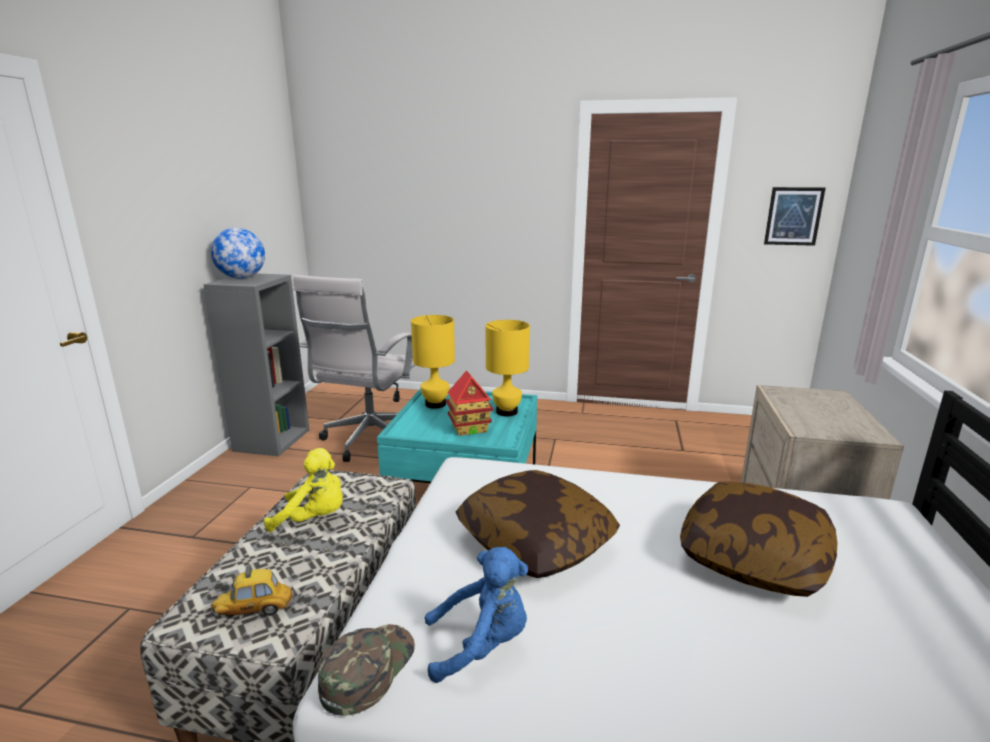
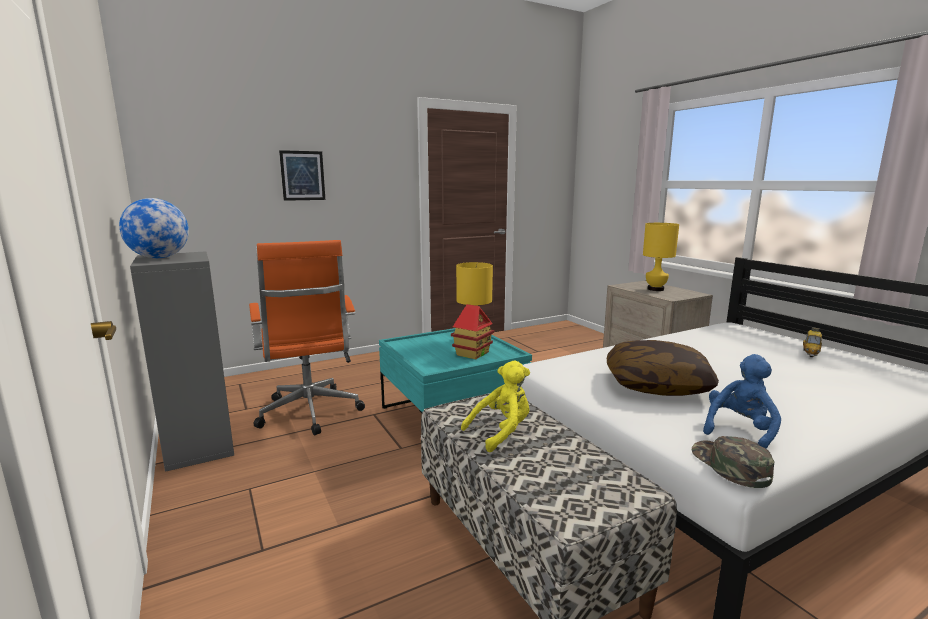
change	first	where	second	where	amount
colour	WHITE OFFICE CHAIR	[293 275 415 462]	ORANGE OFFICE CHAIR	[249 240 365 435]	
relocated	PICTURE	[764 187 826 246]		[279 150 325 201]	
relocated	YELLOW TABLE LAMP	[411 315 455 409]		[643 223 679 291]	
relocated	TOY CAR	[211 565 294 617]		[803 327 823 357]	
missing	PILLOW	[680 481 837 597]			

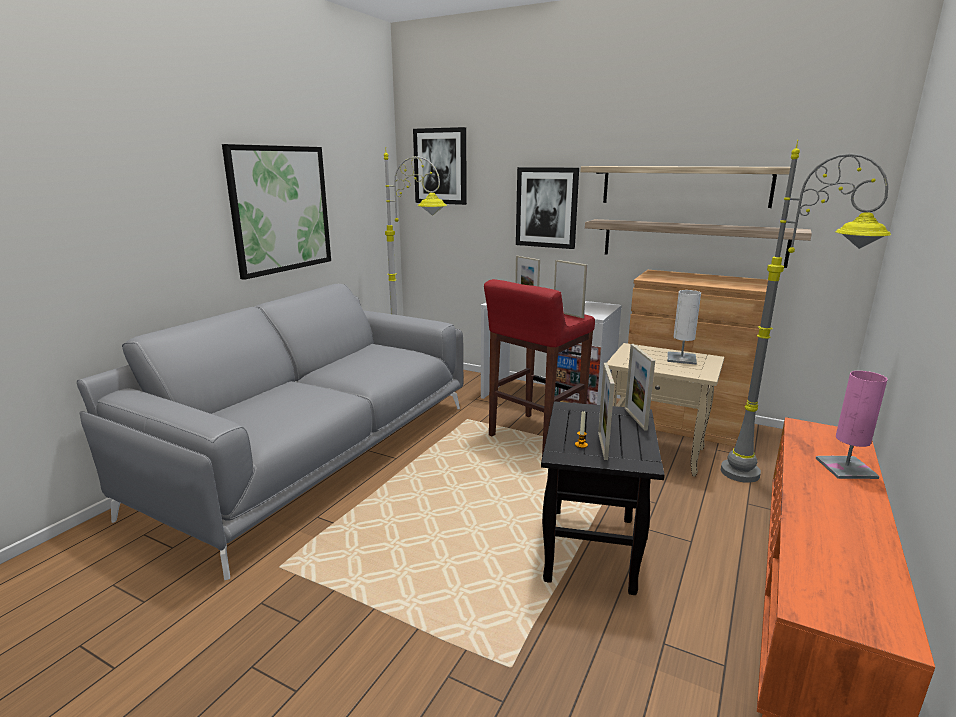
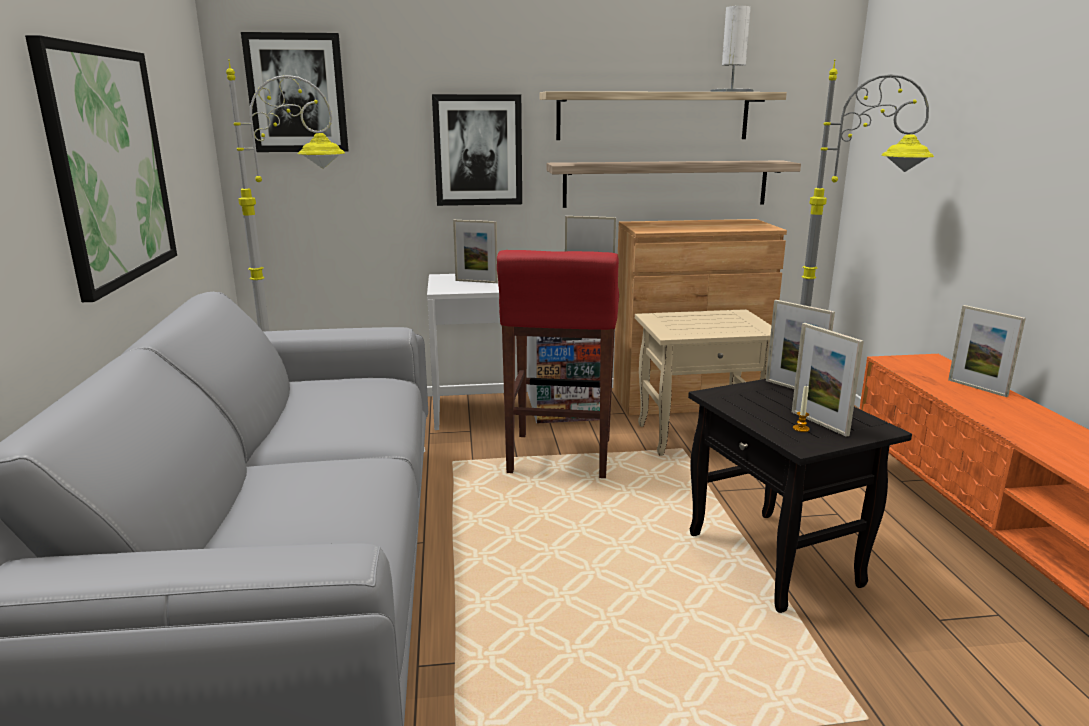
change	first	where	second	where	amount
relocated	WHITE TABLE LAMP	[667 290 701 365]		[711 6 754 92]	
exchanged	PINK TABLE LAMP	[816 371 888 479]	PICTURE FRAME	[948 305 1026 397]	

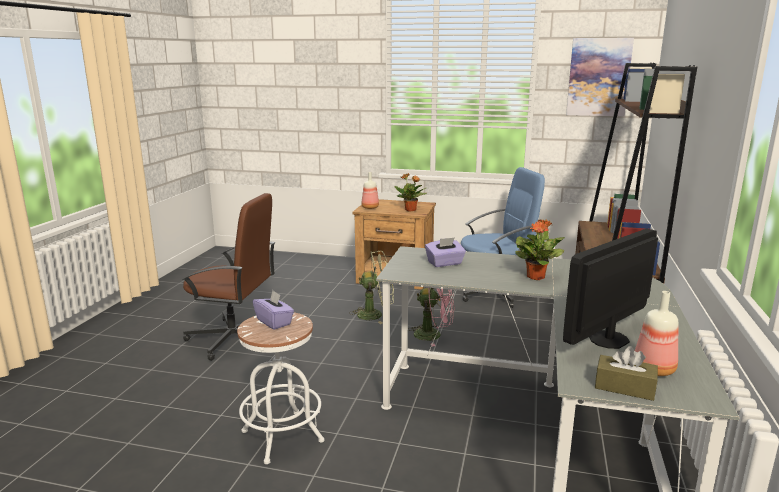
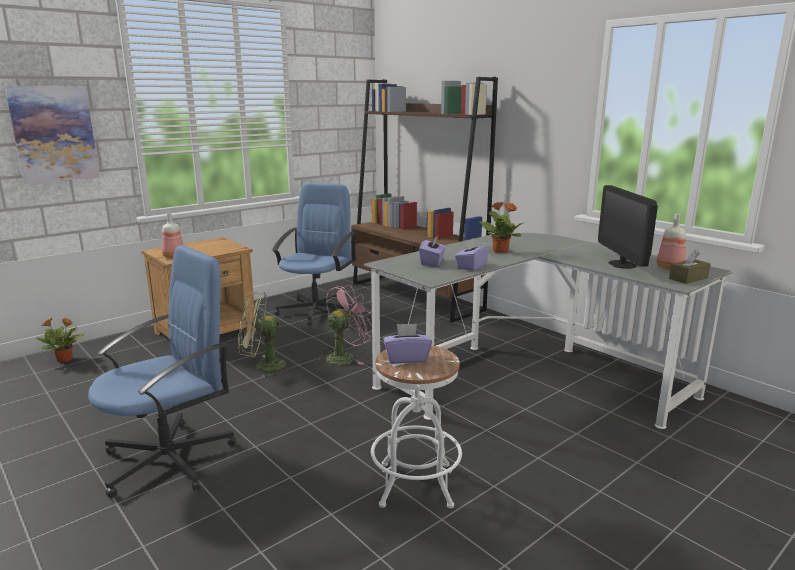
change	first	where	second	where	amount
relocated	PICTURE	[566 38 634 116]		[5 86 100 184]	
relocated	POTTED PLANT	[394 173 427 212]		[36 318 84 363]	
colour	BROWN OFFICE CHAIR	[182 193 275 361]	BLUE OFFICE CHAIR	[88 245 236 498]	
spun	GREEN FAN	[349 251 394 324]		[238 292 293 377]	120 degrees counterclockwise
appeared			PURPLE TISSUE BOX	[455 238 489 271]	

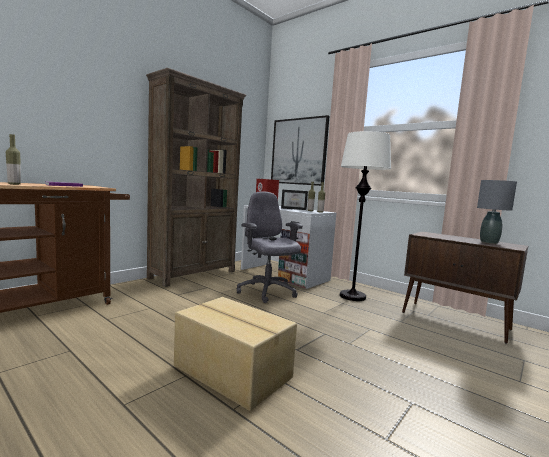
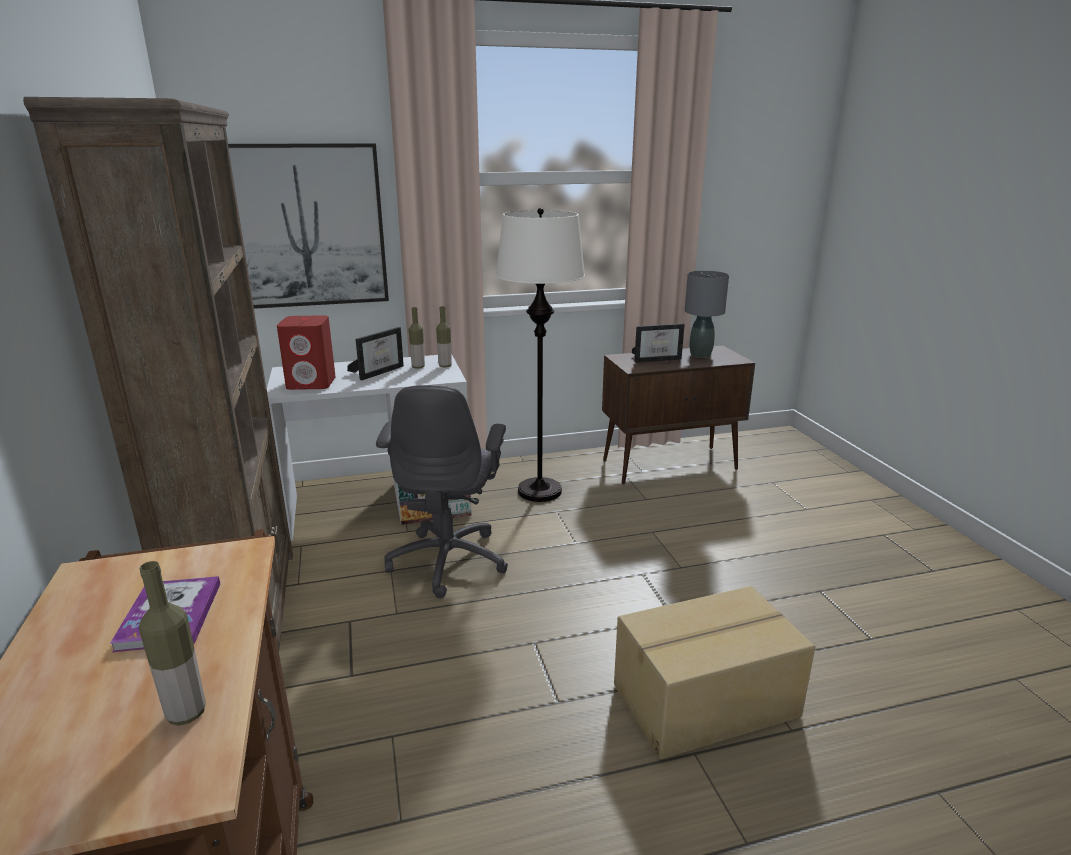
change	first	where	second	where	amount
spun	GREY OFFICE CHAIR	[237 191 303 303]		[376 385 508 599]	90 degrees counterclockwise
appeared			PICTURE FRAME	[632 323 685 363]	

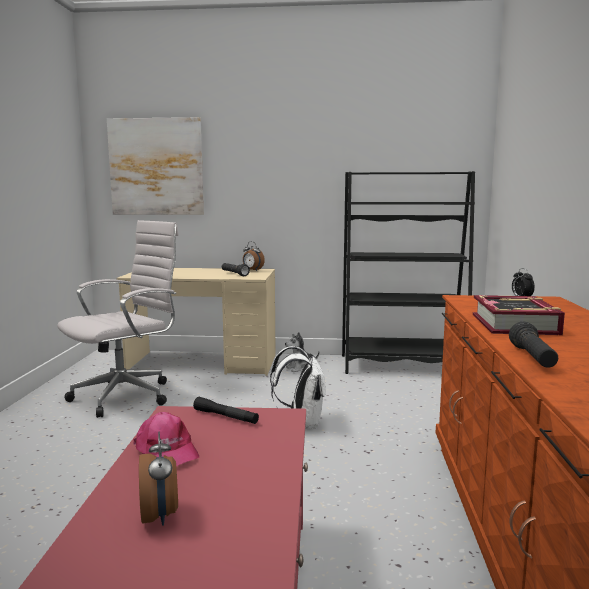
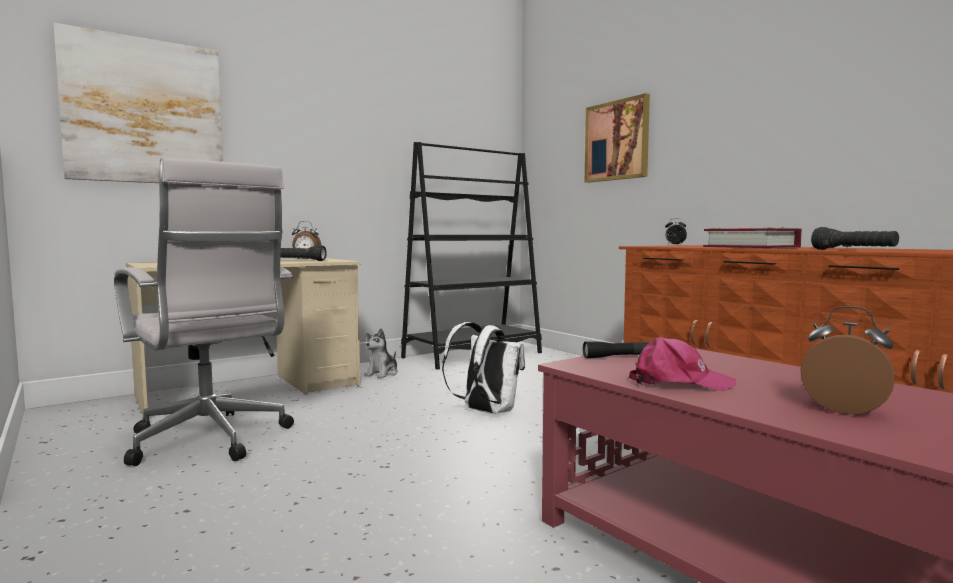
change	first	where	second	where	amount
spun	WHITE OFFICE CHAIR	[57 220 179 418]		[114 157 294 466]	135 degrees clockwise
appeared			PICTURE	[585 93 650 183]	

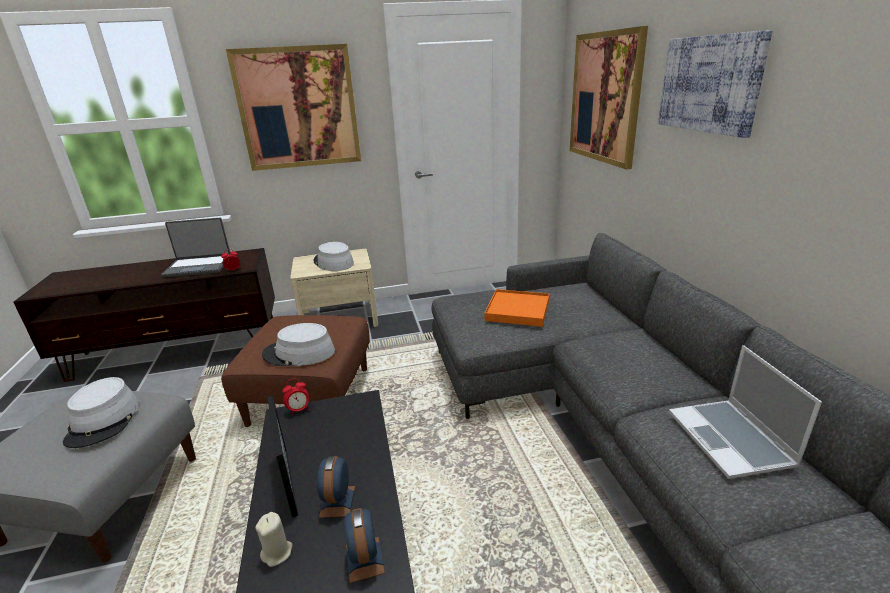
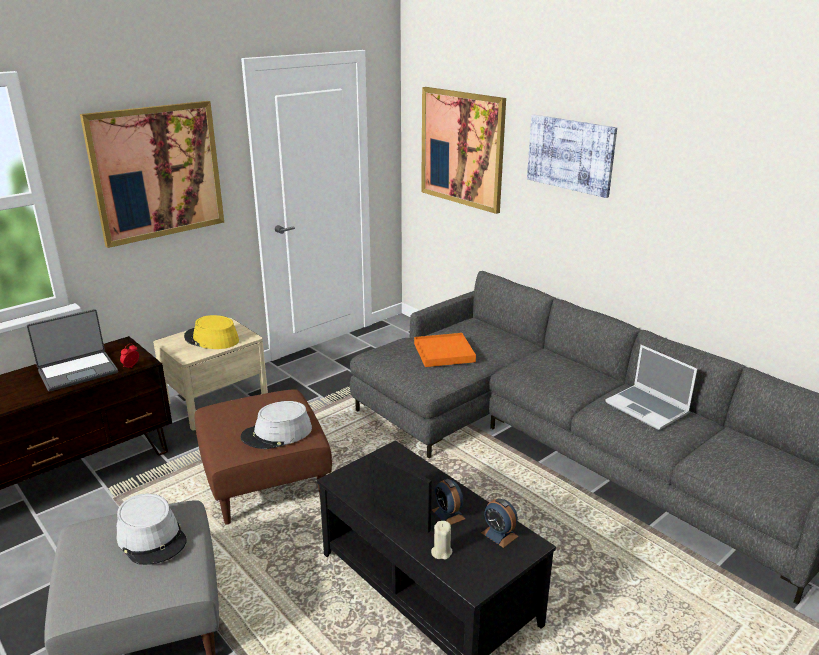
change	first	where	second	where	amount
colour	GREY HAT	[314 242 354 271]	YELLOW HAT	[184 315 239 349]	
missing	ALARM CLOCK	[282 378 309 416]			

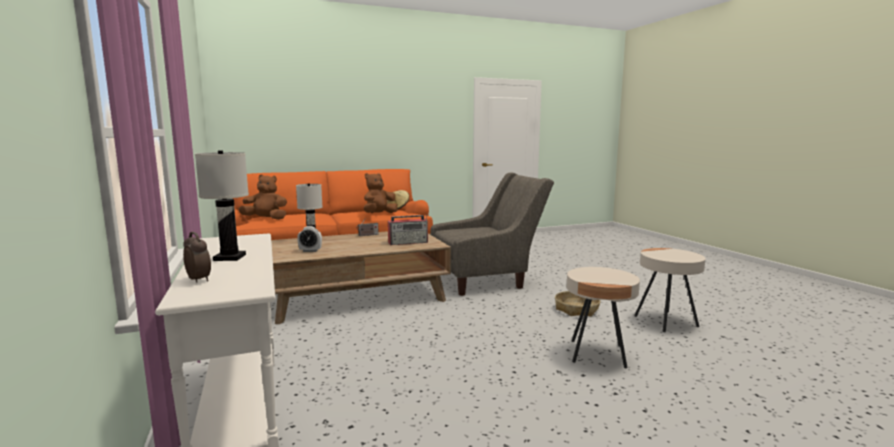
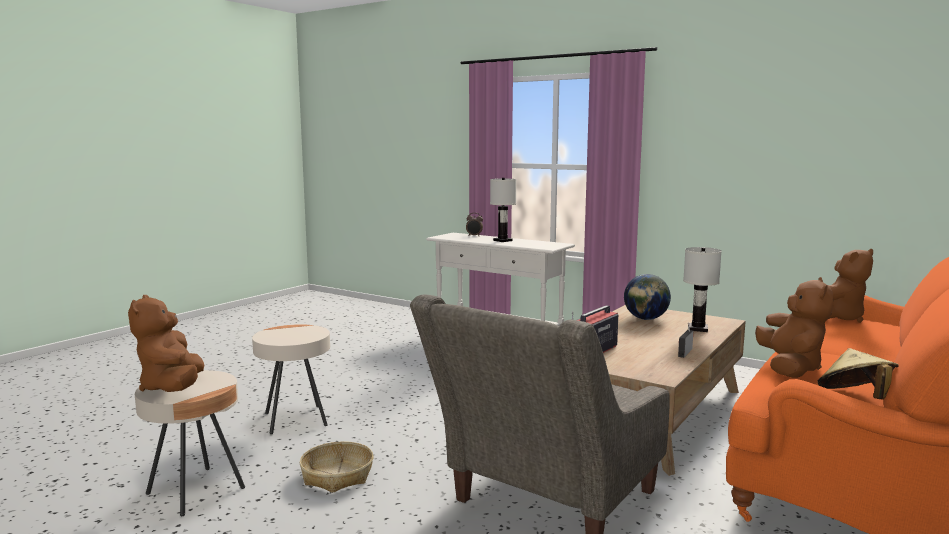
change	first	where	second	where	amount
appeared			BROWN PLUSH TOY	[128 295 204 392]	
exchanged	ALARM CLOCK	[297 226 322 252]	GLOBE	[624 274 671 320]	

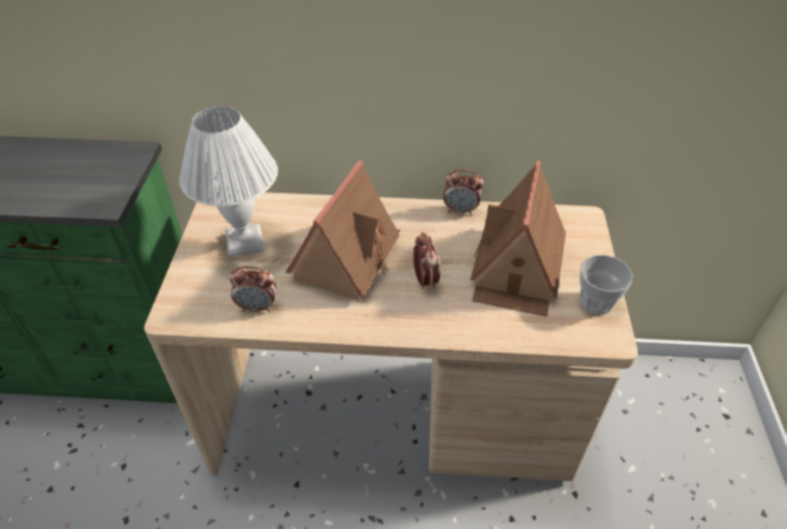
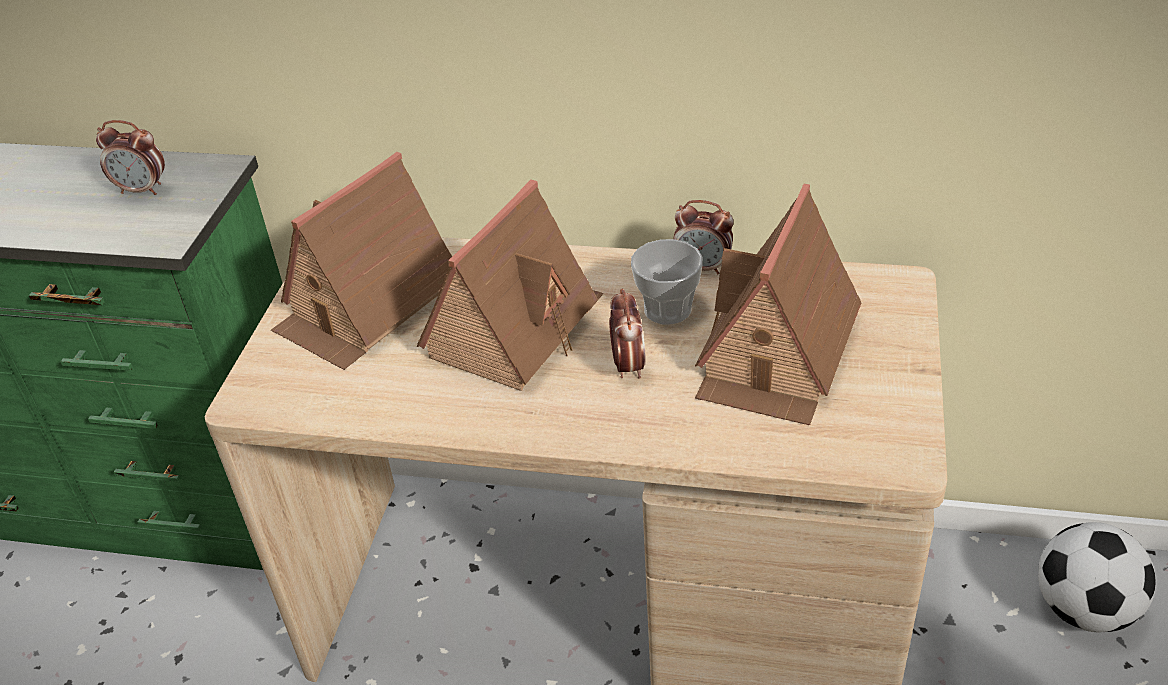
change	first	where	second	where	amount
relocated	ALARM CLOCK	[229 266 276 312]		[96 120 165 195]	
exchanged	WHITE TABLE LAMP	[179 106 278 258]	TOY HOUSE	[271 152 452 370]	
relocated	CUP	[579 255 633 315]		[631 239 703 324]	
appeared			FOOTBALL	[1038 522 1155 632]	

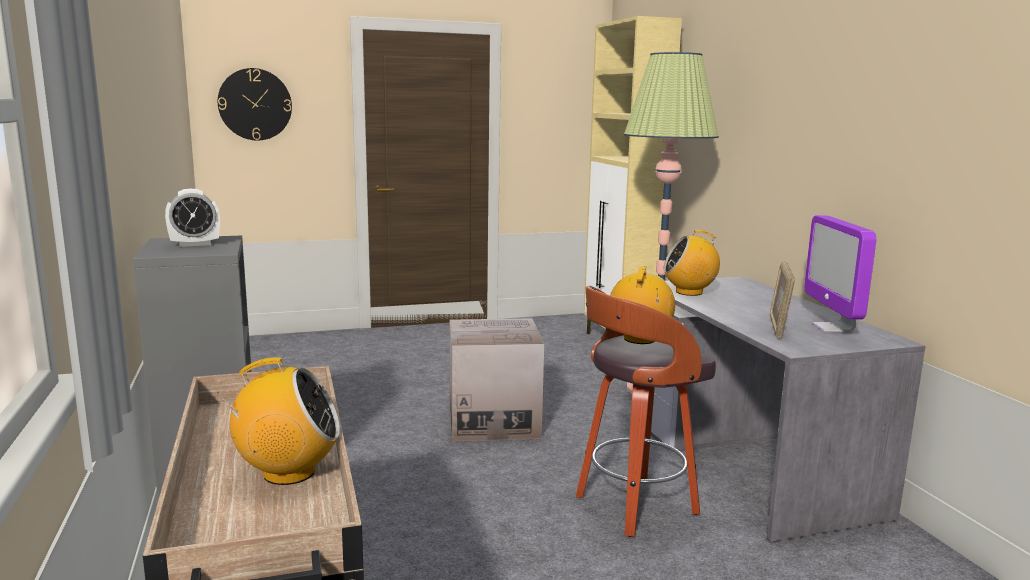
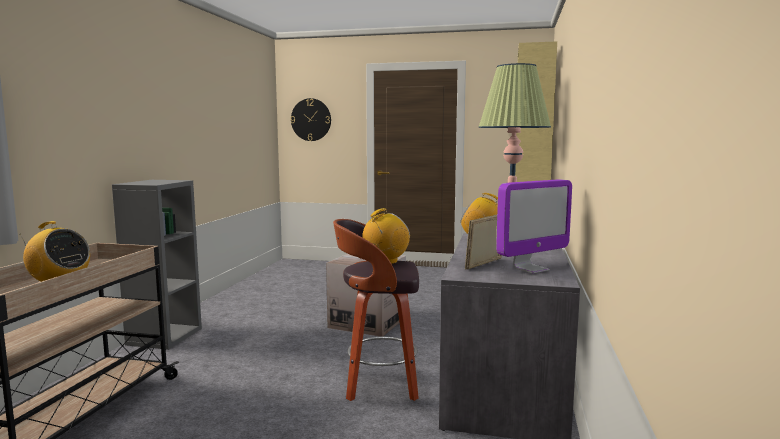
change	first	where	second	where	amount
spun	MONITOR	[804 215 876 332]		[496 179 572 273]	150 degrees counterclockwise
missing	ALARM CLOCK	[165 189 220 247]			

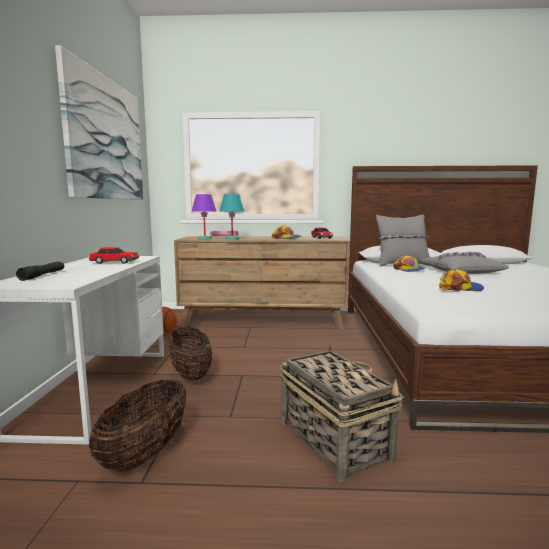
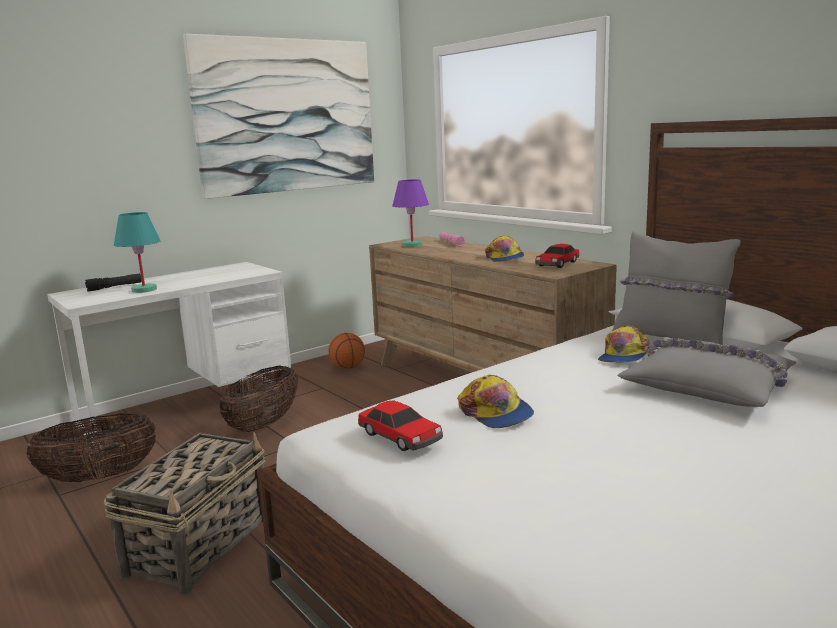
change	first	where	second	where	amount
relocated	TURQUOISE TABLE LAMP	[219 194 244 240]		[114 212 161 293]	
relocated	TOY CAR	[89 247 139 264]		[358 400 443 451]	

